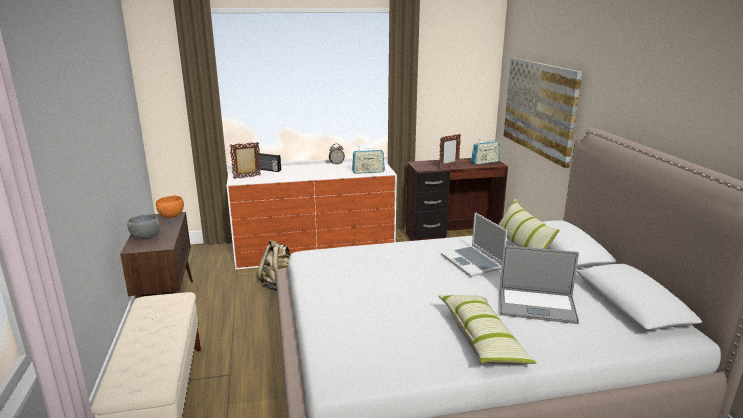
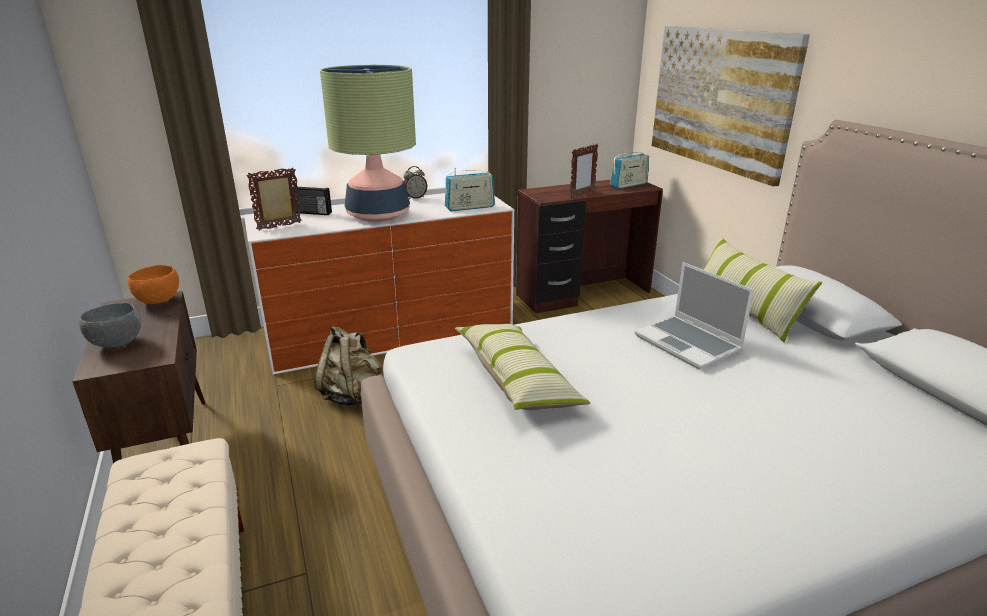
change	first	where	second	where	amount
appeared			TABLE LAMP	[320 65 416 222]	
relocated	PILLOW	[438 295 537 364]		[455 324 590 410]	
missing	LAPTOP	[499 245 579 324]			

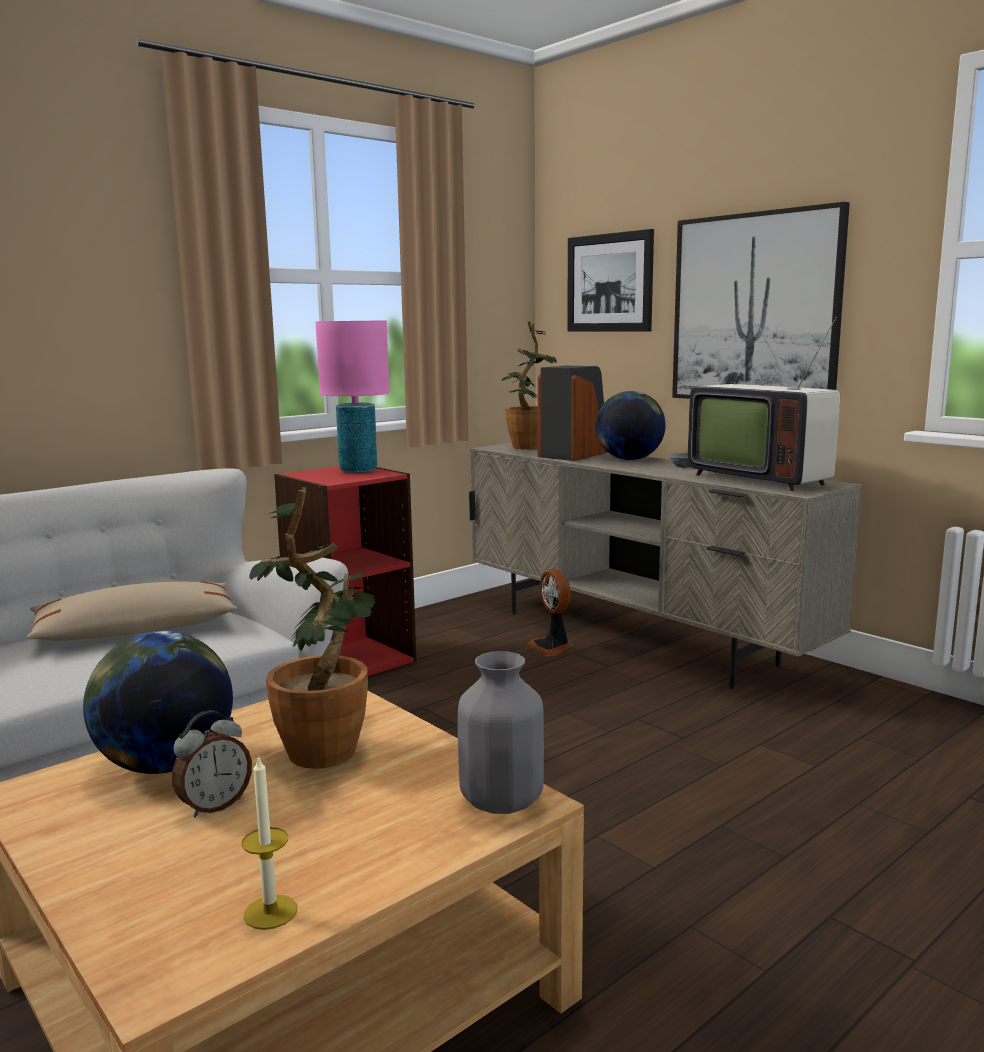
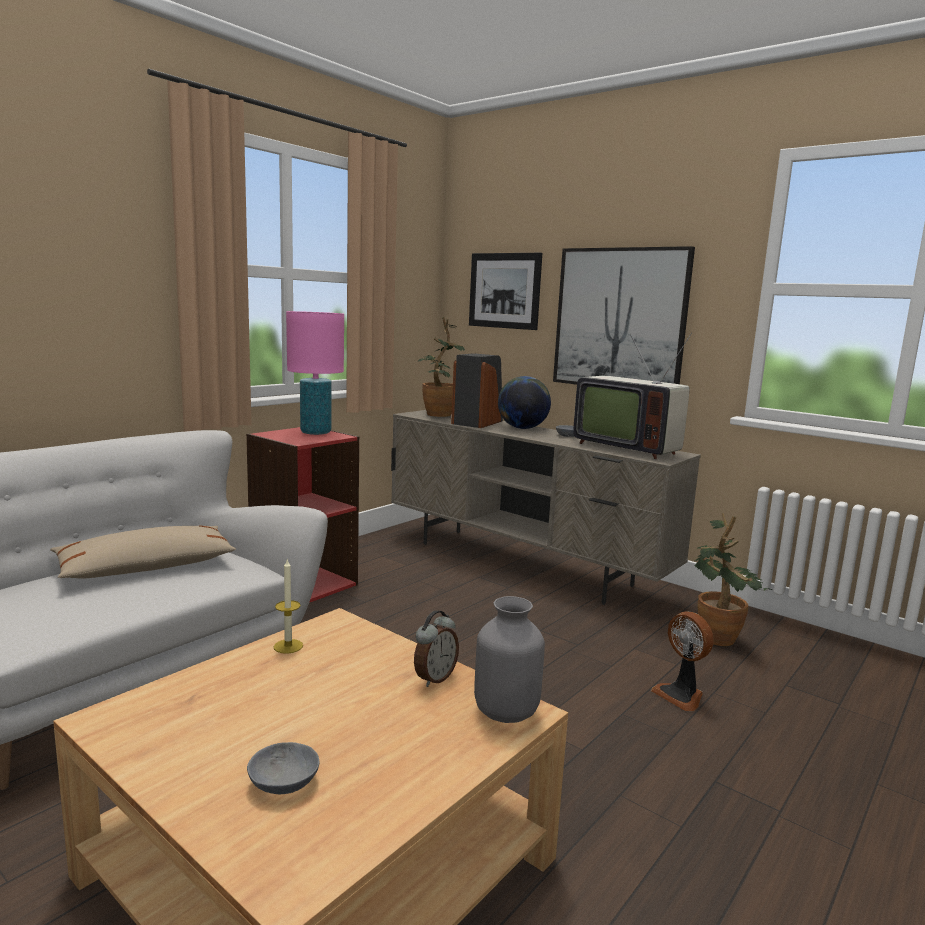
change	first	where	second	where	amount
appeared			GREY BOWL	[247 742 319 794]	
relocated	CANDLE	[242 755 297 930]		[274 560 303 654]	
relocated	ALARM CLOCK	[172 711 252 817]		[414 610 459 687]	
relocated	FAN	[527 569 573 656]		[651 611 714 711]	
relocated	POTTED PLANT	[249 487 376 769]		[694 513 772 646]	
missing	GLOBE	[83 631 233 774]			

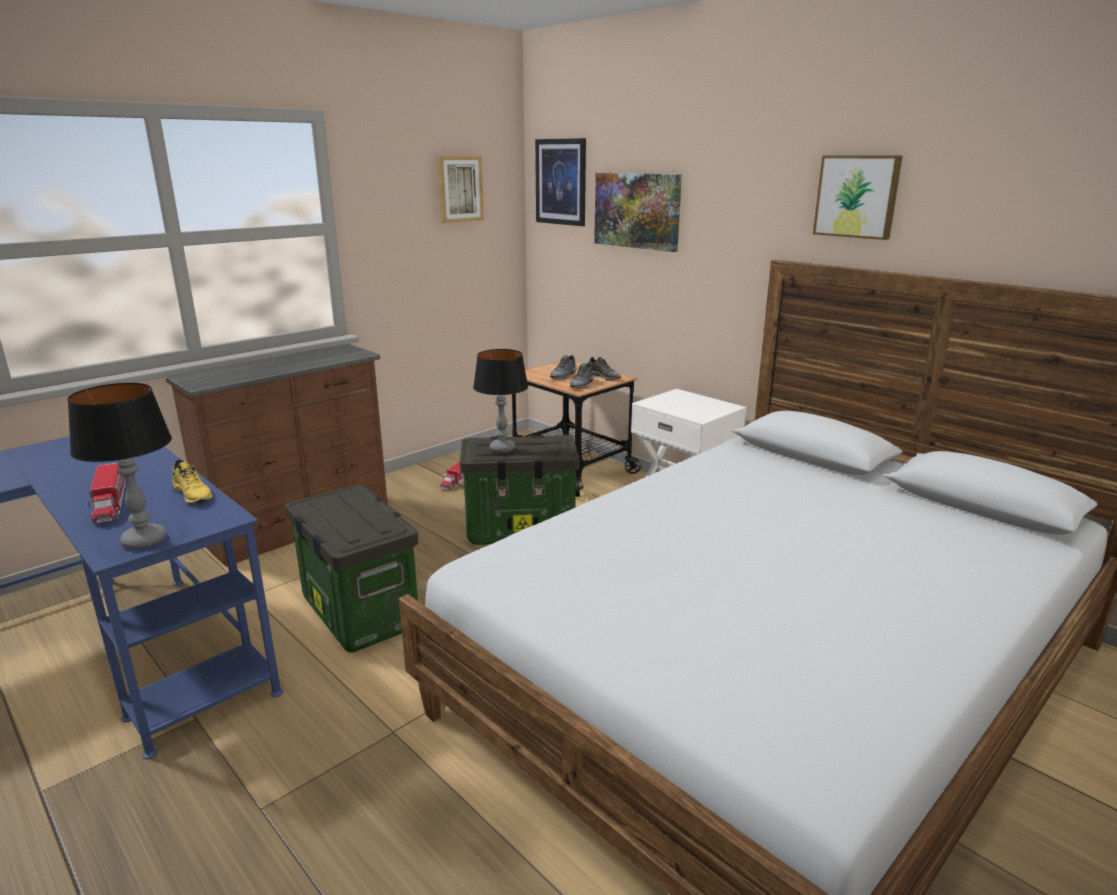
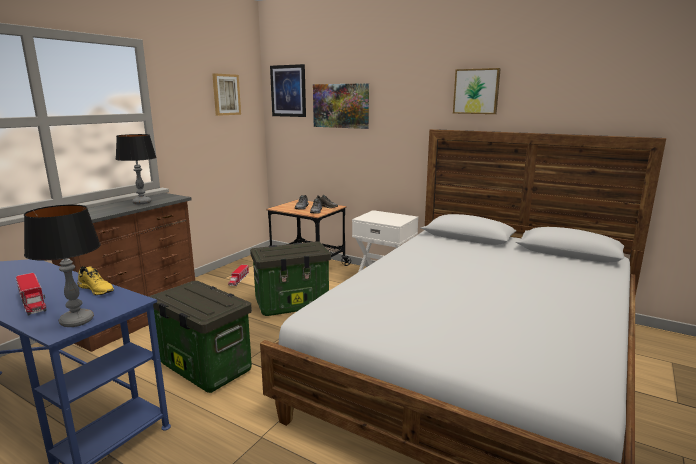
change	first	where	second	where	amount
relocated	TABLE LAMP	[473 349 528 453]		[116 134 157 204]	

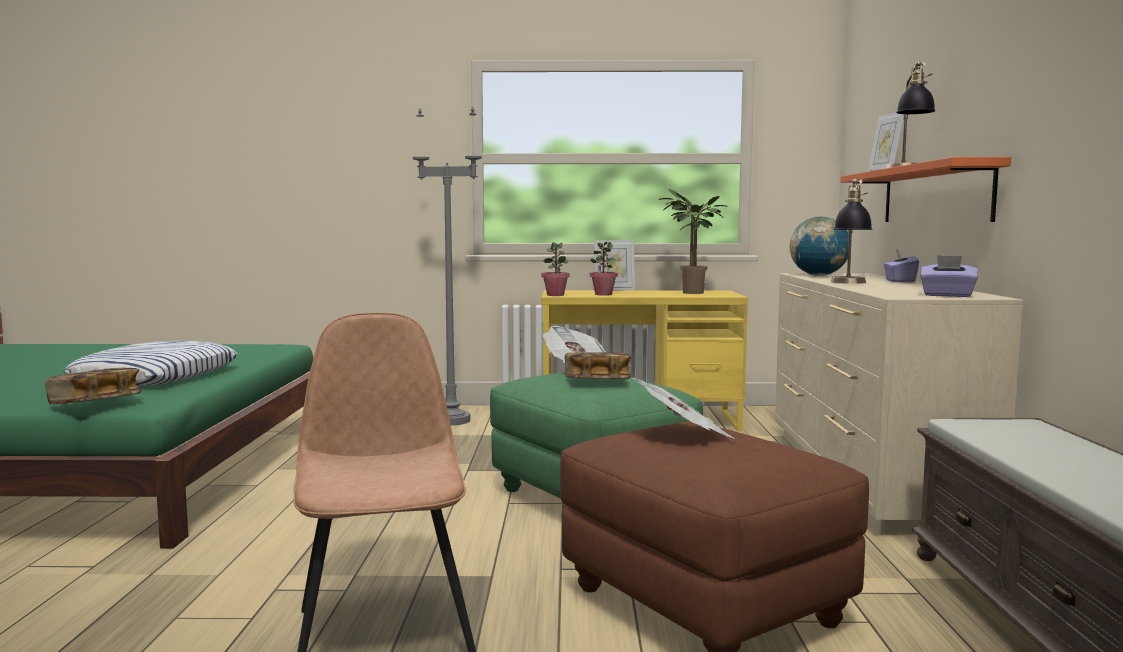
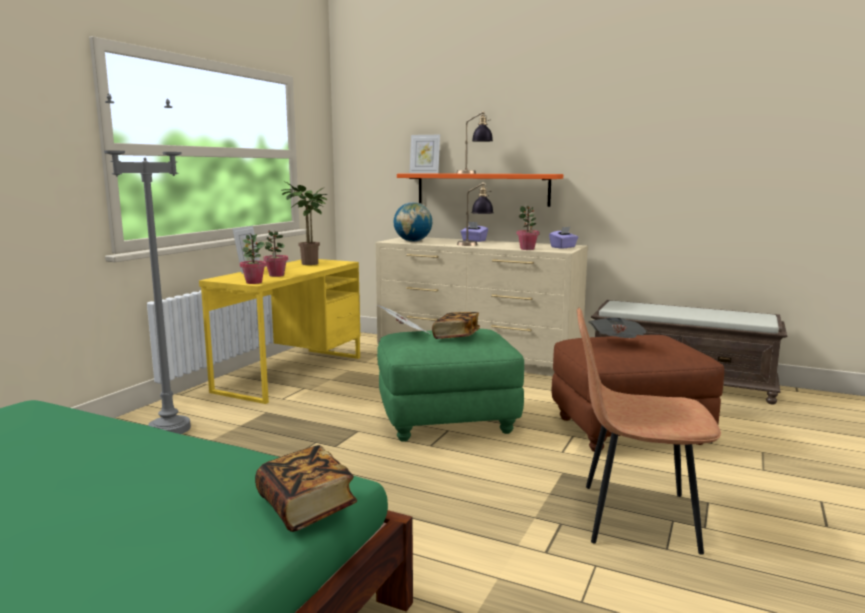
change	first	where	second	where	amount
appeared			POTTED PLANT	[517 206 540 250]	
missing	PILLOW	[63 341 237 386]			

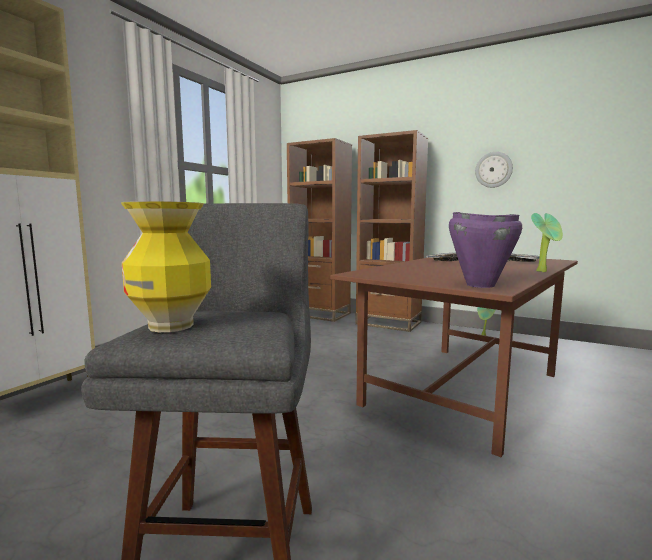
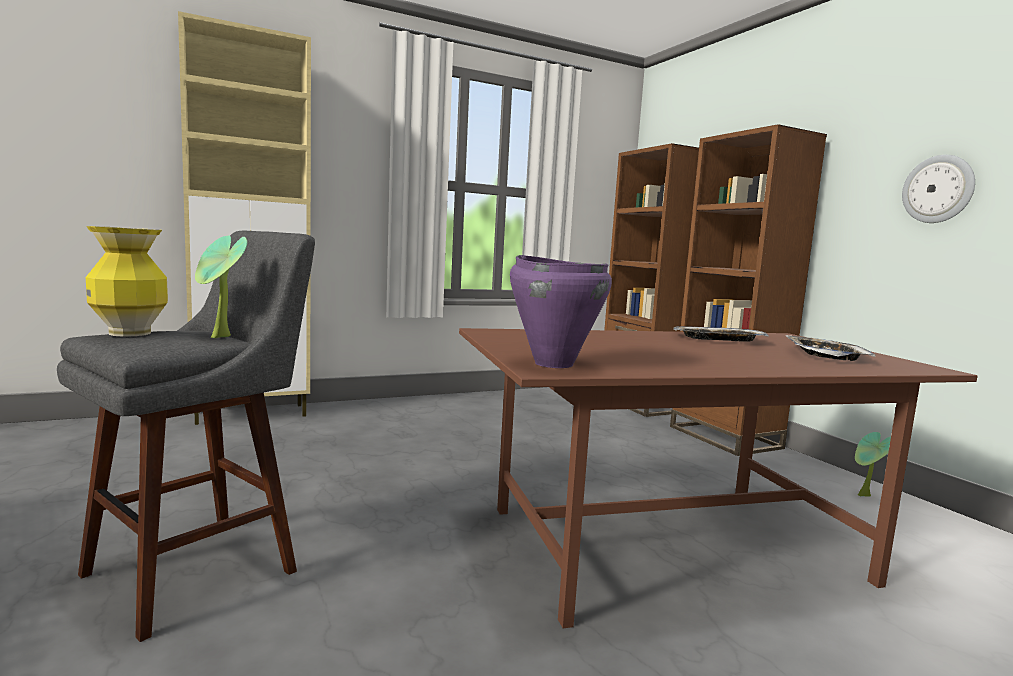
change	first	where	second	where	amount
relocated	POTTED PLANT	[531 213 563 272]		[195 235 248 338]	

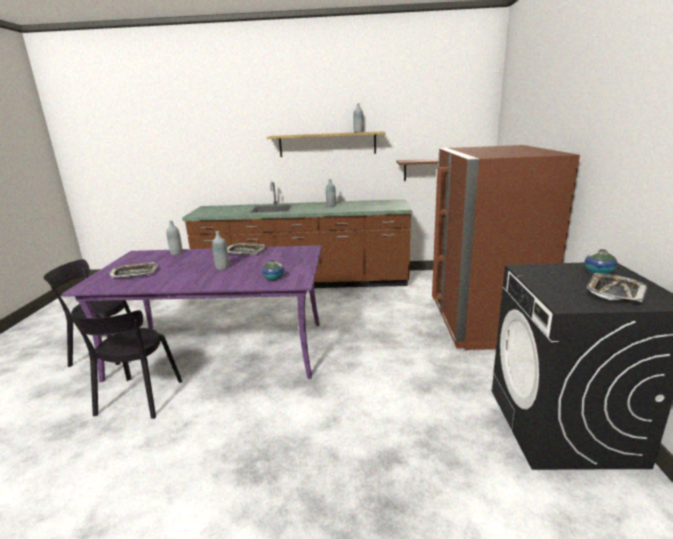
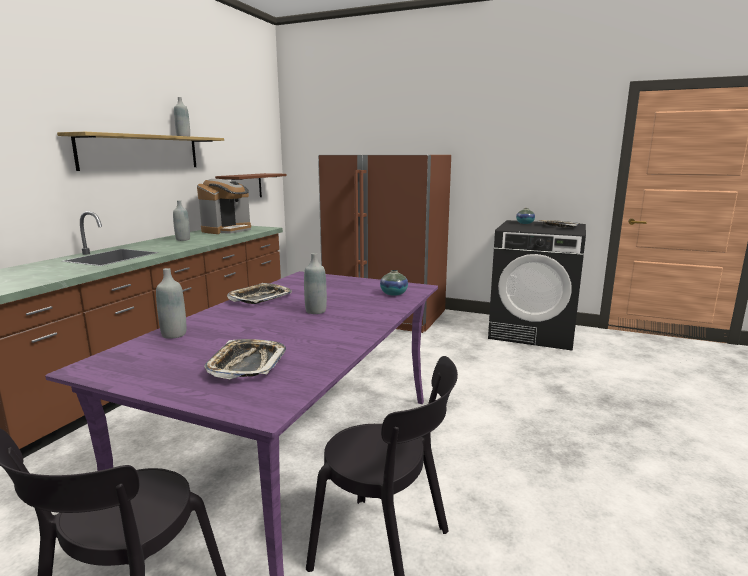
change	first	where	second	where	amount
appeared			COFFEE MACHINE	[197 179 251 234]	

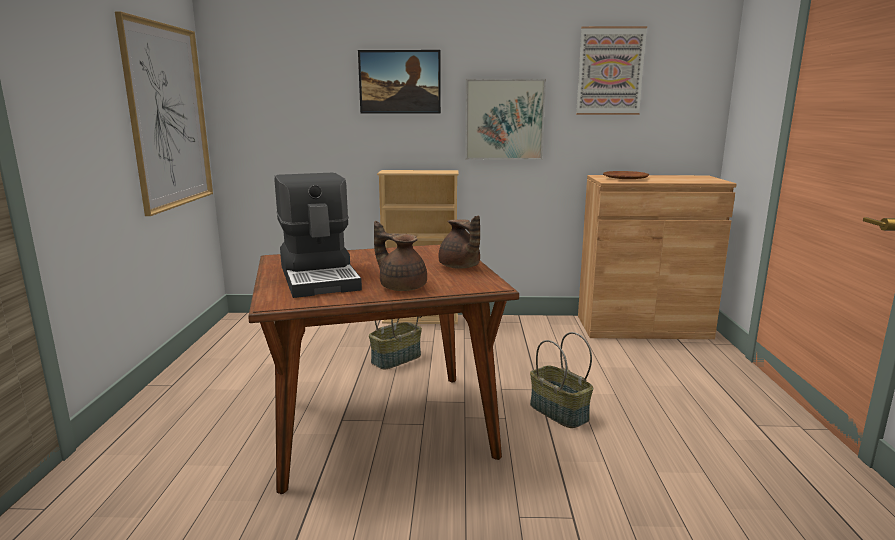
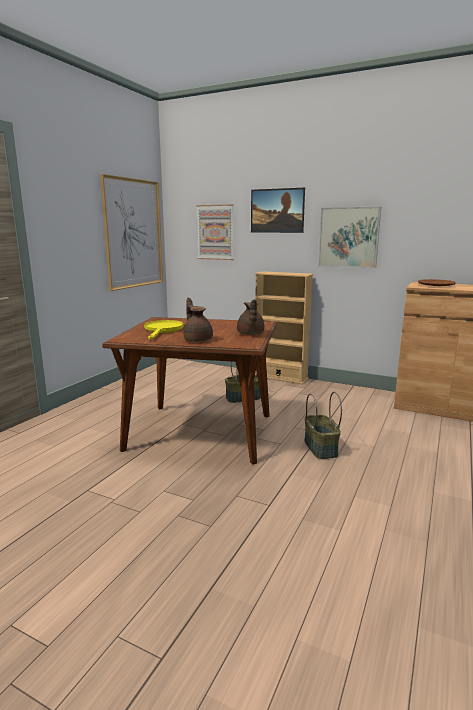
change	first	where	second	where	amount
exchanged	COFFEE MACHINE	[274 172 362 298]	YELLOW FRYING PAN	[144 320 183 340]	
relocated	PICTURE	[576 26 647 115]		[197 204 233 260]	

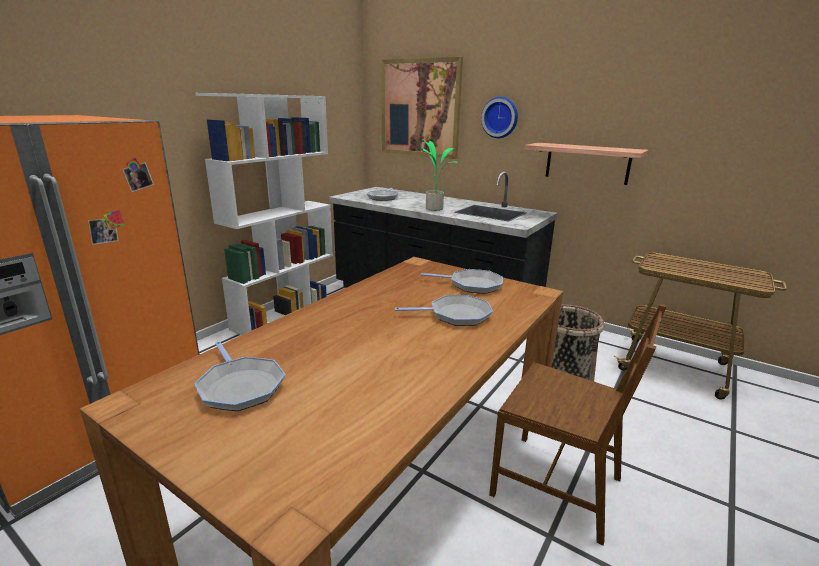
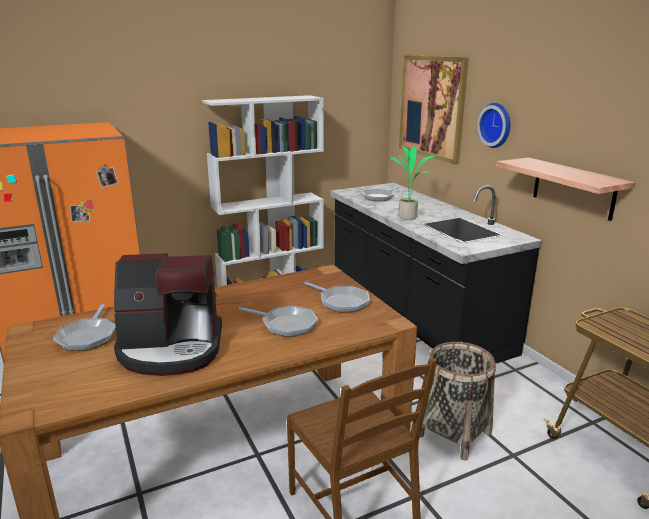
change	first	where	second	where	amount
appeared			COFFEE MACHINE	[114 253 222 376]	

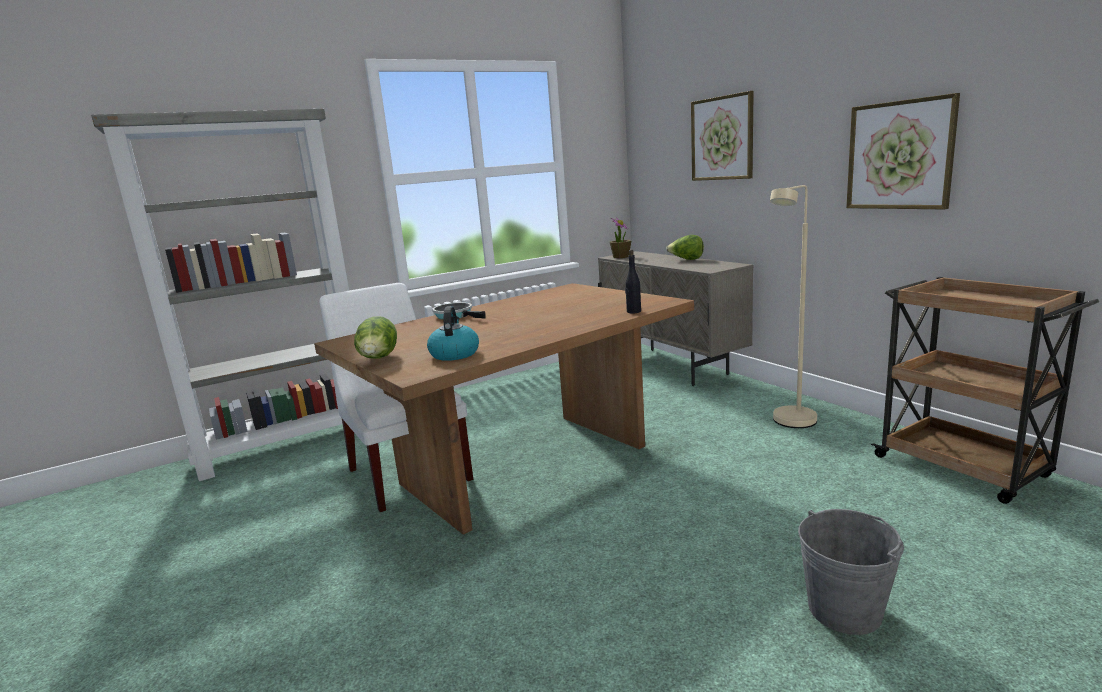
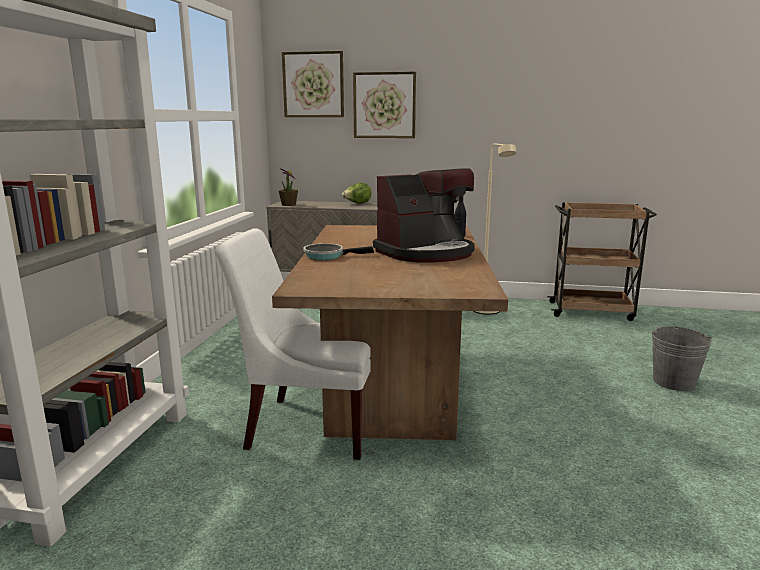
change	first	where	second	where	amount
relocated	PICTURE	[846 93 960 209]		[282 51 344 117]	
appeared			COFFEE MACHINE	[373 168 475 263]	
missing	LETTUCE	[354 316 397 359]			
missing	KETTLE	[427 306 479 361]			

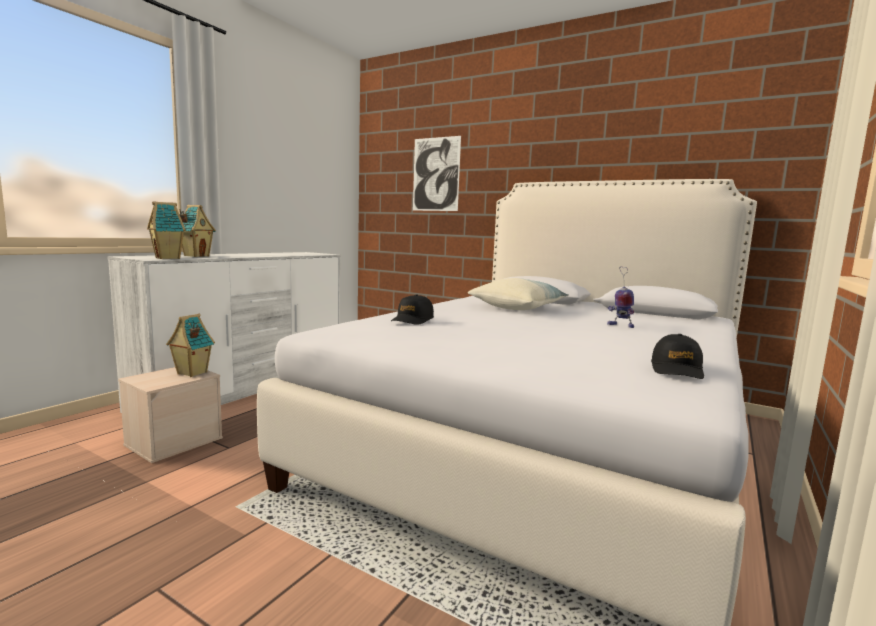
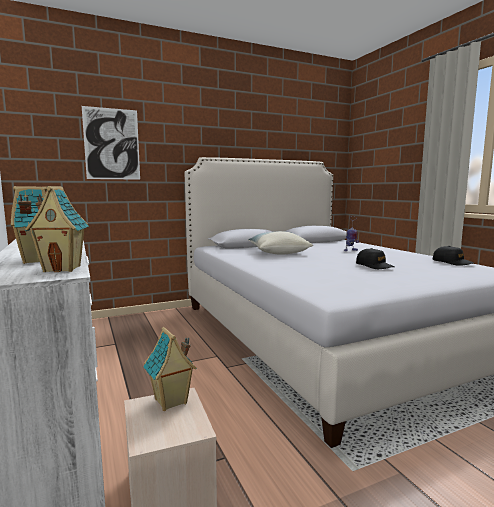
change	first	where	second	where	amount
relocated	BLACK CAP	[391 294 434 325]		[356 248 395 269]	

